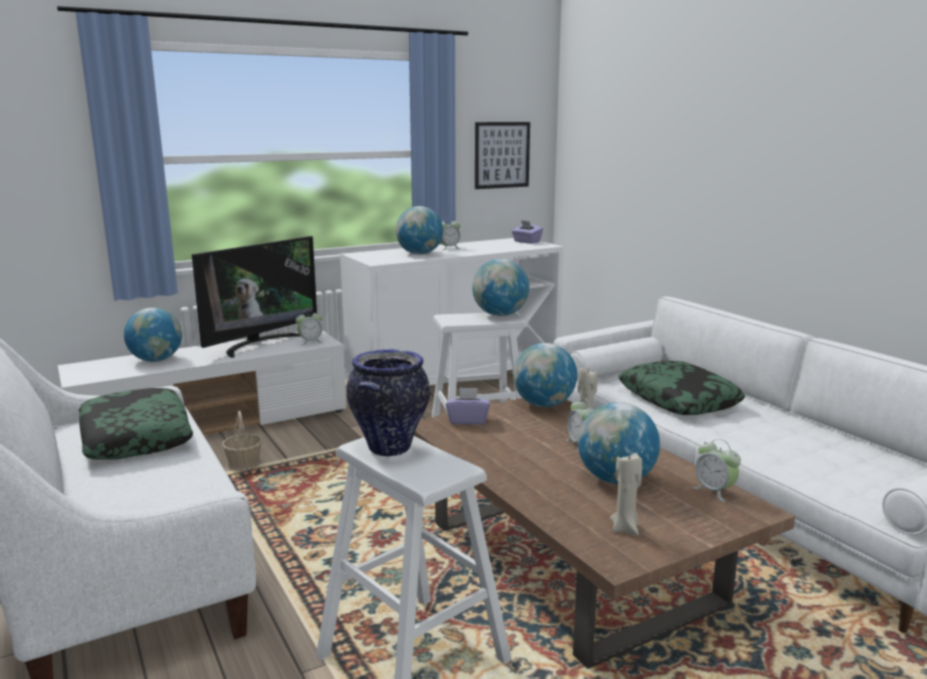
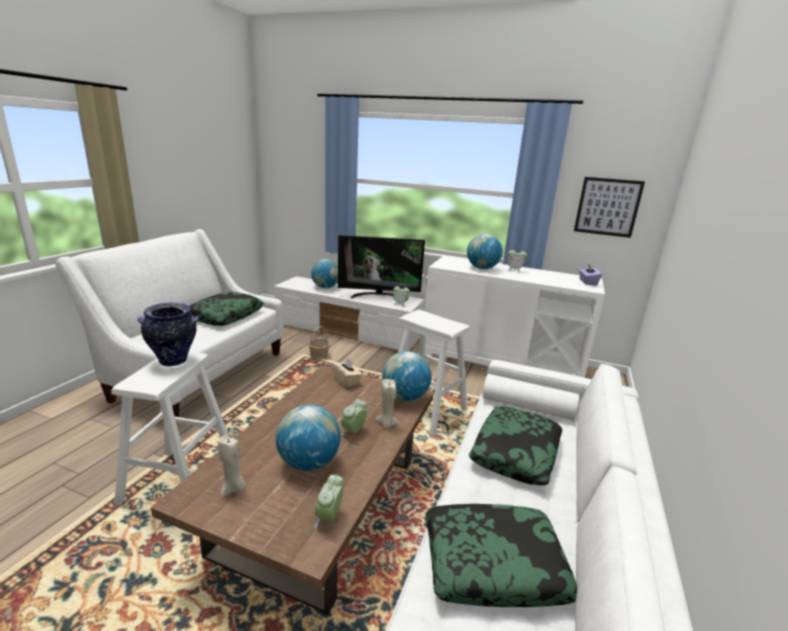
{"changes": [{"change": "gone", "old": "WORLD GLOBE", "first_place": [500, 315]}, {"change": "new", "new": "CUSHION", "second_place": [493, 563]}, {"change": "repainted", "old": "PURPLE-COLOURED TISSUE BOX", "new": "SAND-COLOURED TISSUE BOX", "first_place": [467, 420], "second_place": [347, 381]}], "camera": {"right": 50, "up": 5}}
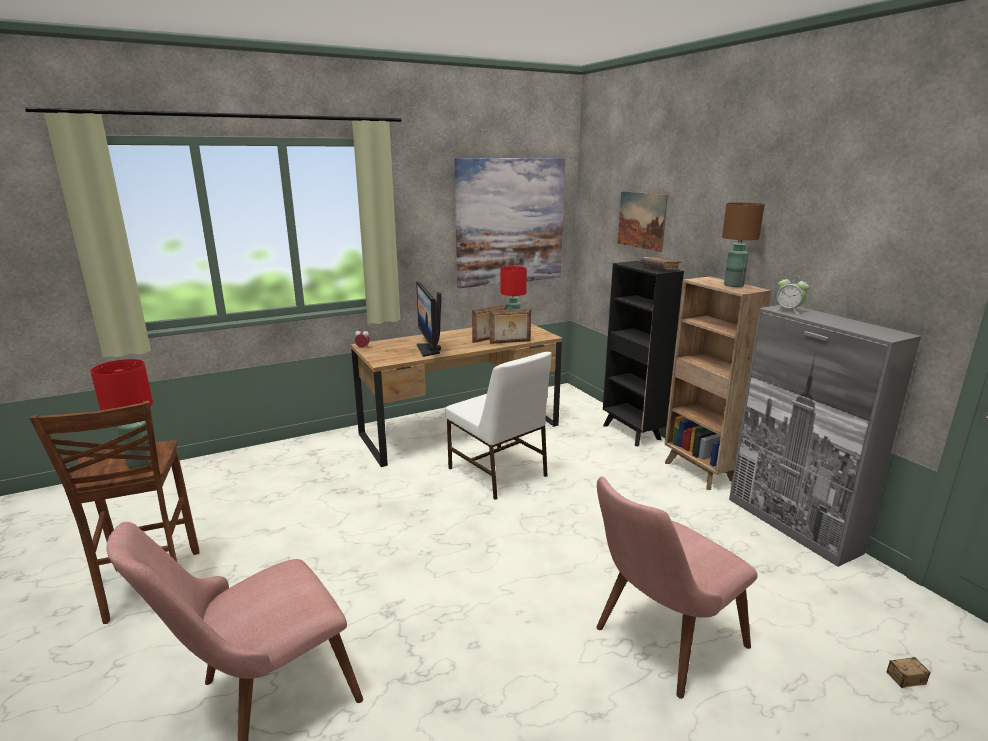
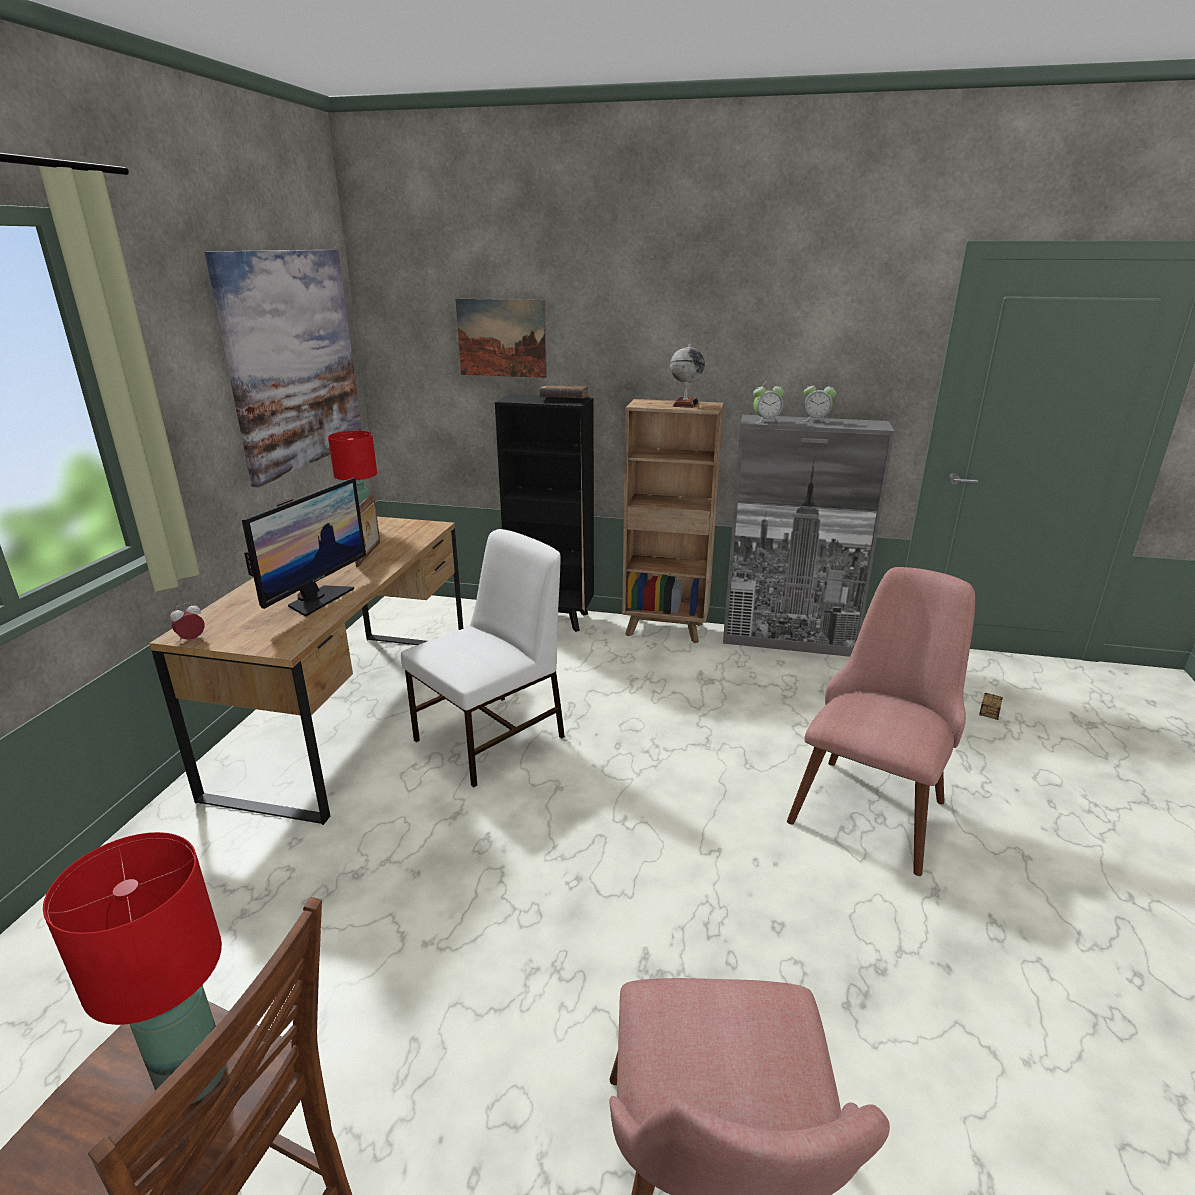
{"changes": [{"change": "gone", "old": "STANDING FRAME", "first_place": [510, 342]}, {"change": "new", "new": "ALARM CLOCK", "second_place": [816, 420]}, {"change": "swapped", "old": "BROWN TABLETOP LAMP", "new": "WORLD GLOBE", "first_place": [734, 285], "second_place": [685, 404]}, {"change": "rotated", "old": "COMPUTER SCREEN", "first_place": [429, 349], "second_place": [316, 599], "degrees": -90}, {"change": "rotated", "old": "WHITISH UPRIGHT CHAIR", "first_place": [498, 473], "second_place": [492, 737], "degrees": -45}, {"change": "rotated", "old": "PINK-COLOURED UPRIGHT CHAIR", "first_place": [658, 645], "second_place": [874, 800], "degrees": -150}], "camera": {"right": -50, "up": 5}}
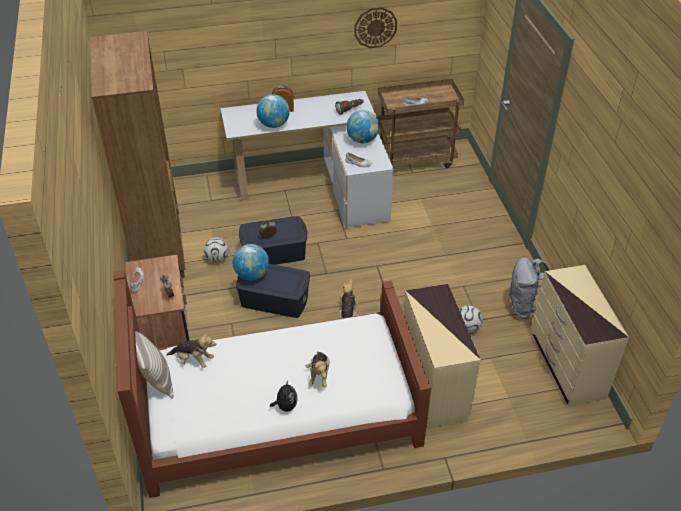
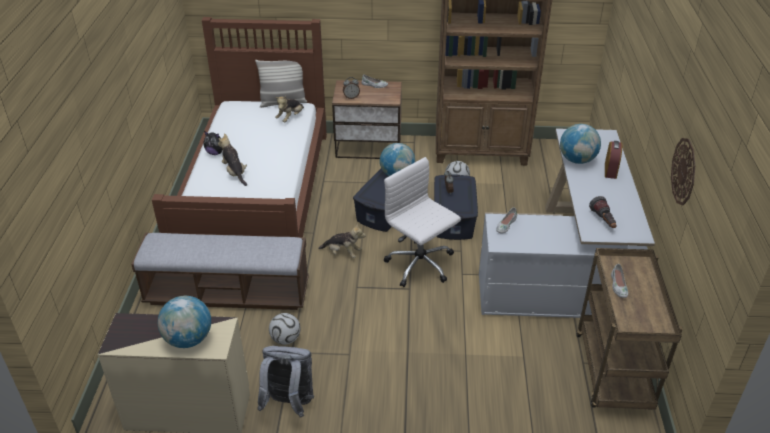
{"changes": [{"change": "new", "new": "WHITISH DESK CHAIR", "second_place": [420, 265]}, {"change": "shifted", "old": "WORLD GLOBE", "first_place": [362, 140], "second_place": [188, 339]}, {"change": "swapped", "old": "SAND-COLOURED DRAWER CHEST", "new": "LONG SEAT", "first_place": [434, 384], "second_place": [227, 293]}, {"change": "rotated", "old": "SOFT TOY", "first_place": [319, 375], "second_place": [235, 173], "degrees": 45}], "camera": {"right": 105, "up": -5}}
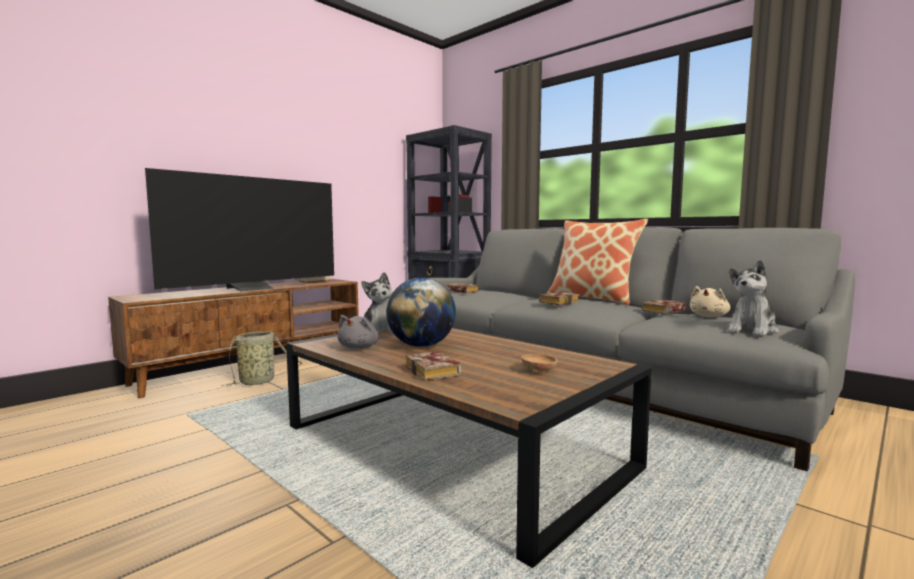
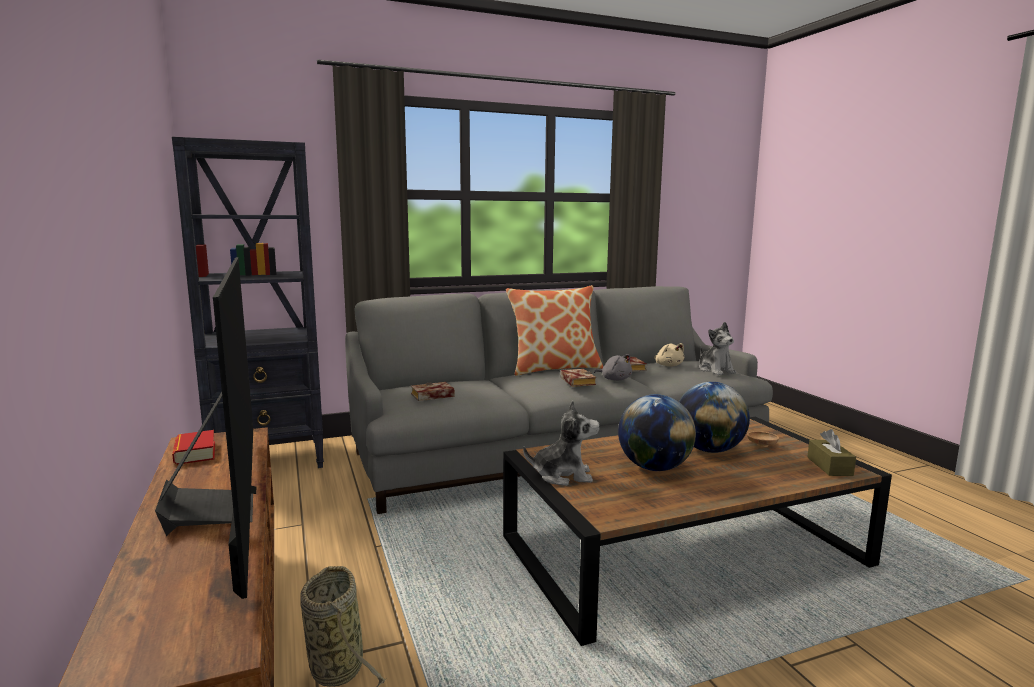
{"changes": [{"change": "gone", "old": "BOOK", "first_place": [435, 372]}, {"change": "new", "new": "WORLD GLOBE", "second_place": [709, 450]}, {"change": "new", "new": "BROWN TISSUE BOX", "second_place": [829, 466]}, {"change": "shifted", "old": "GRAY SOFT TOY", "first_place": [360, 347], "second_place": [615, 379]}], "camera": {"right": -65, "up": 5}}
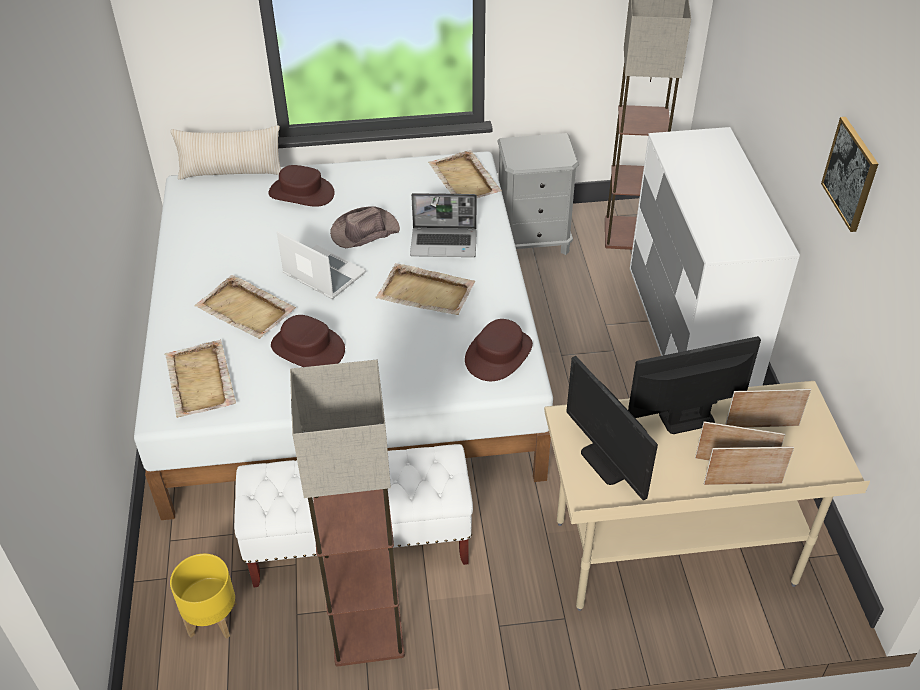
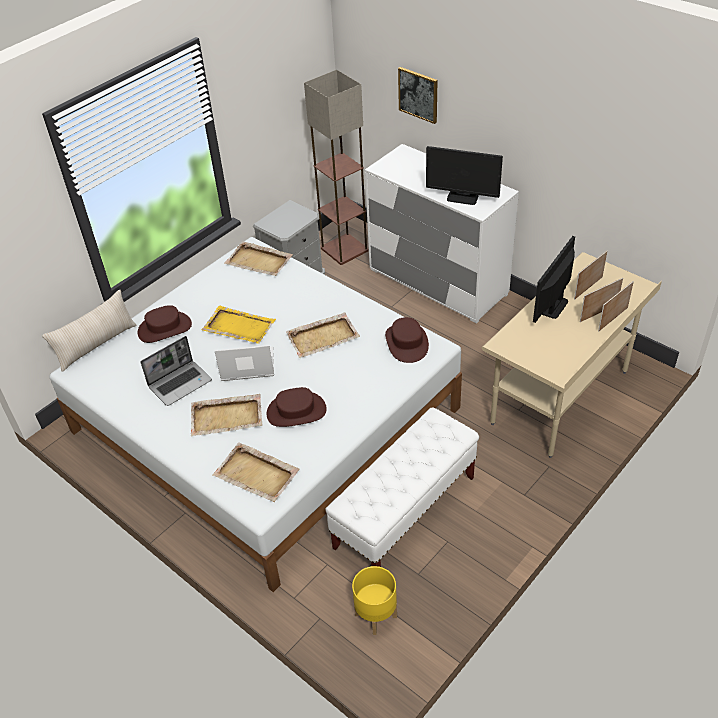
{"changes": [{"change": "gone", "old": "FLOOR LAMP", "first_place": [366, 632]}, {"change": "shifted", "old": "NOTEBOOK COMPUTER", "first_place": [444, 243], "second_place": [180, 383]}, {"change": "shifted", "old": "COMPUTER SCREEN", "first_place": [607, 462], "second_place": [462, 197]}, {"change": "shifted", "old": "WALL PICTURE", "first_place": [851, 174], "second_place": [418, 94]}, {"change": "swapped", "old": "BROWN CLOTHING HAT", "new": "YELLOWISH SERVING TRAY", "first_place": [364, 231], "second_place": [238, 326]}], "camera": {"right": -40, "up": 0}}
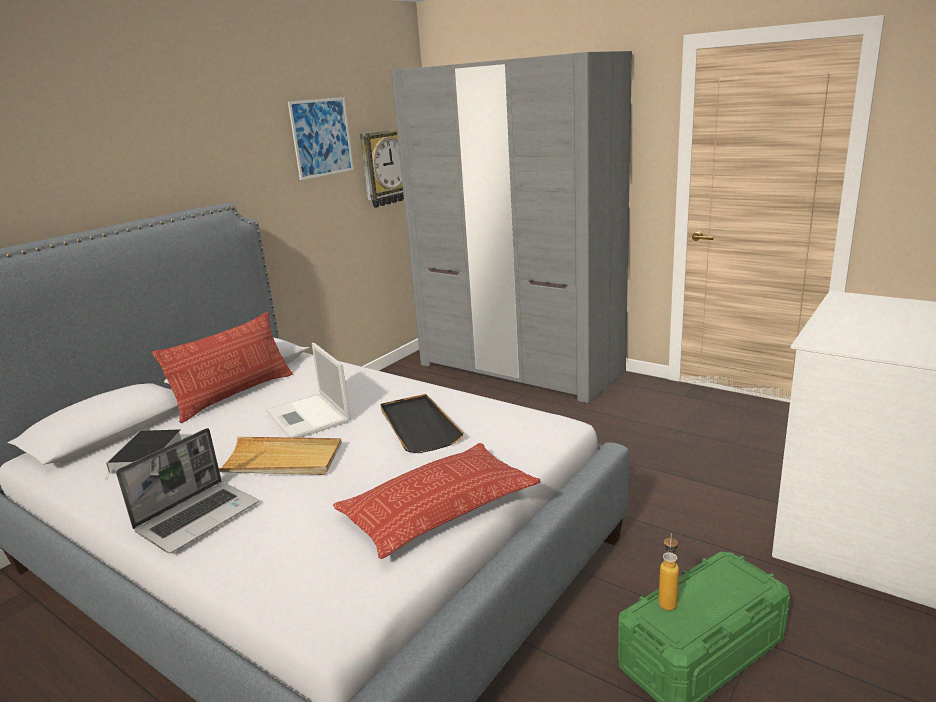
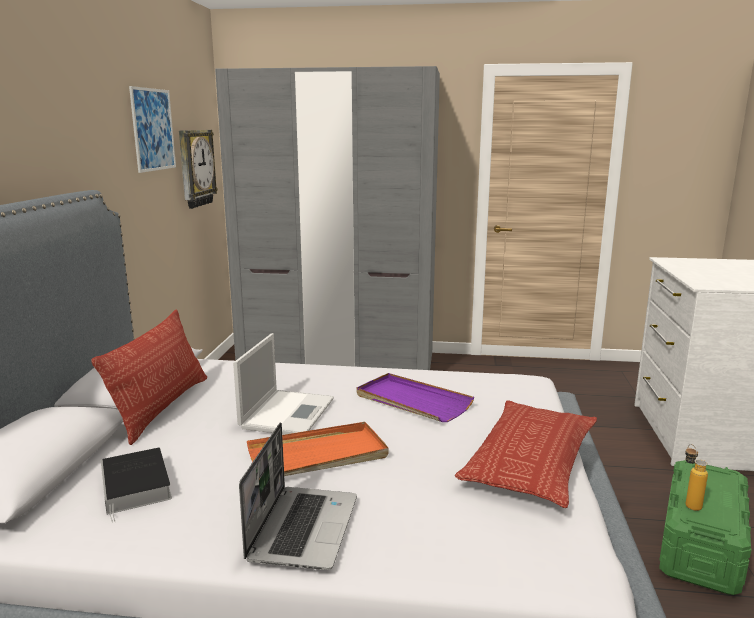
{"changes": [{"change": "repainted", "old": "SAND-COLOURED SERVING TRAY", "new": "ORANGEY SERVING TRAY", "first_place": [281, 461], "second_place": [318, 455]}, {"change": "repainted", "old": "BLACK-COLOURED SERVING TRAY", "new": "PURPLE-COLOURED SERVING TRAY", "first_place": [418, 426], "second_place": [412, 401]}, {"change": "rotated", "old": "NOTEBOOK COMPUTER", "first_place": [309, 417], "second_place": [288, 412], "degrees": -105}], "camera": {"right": -30, "up": -5}}
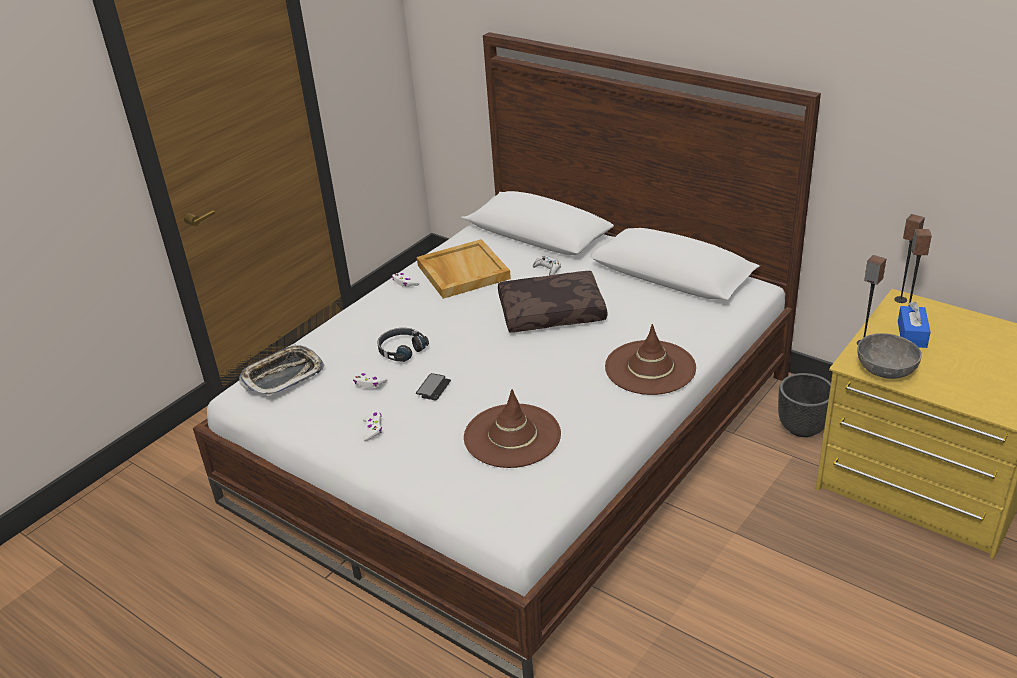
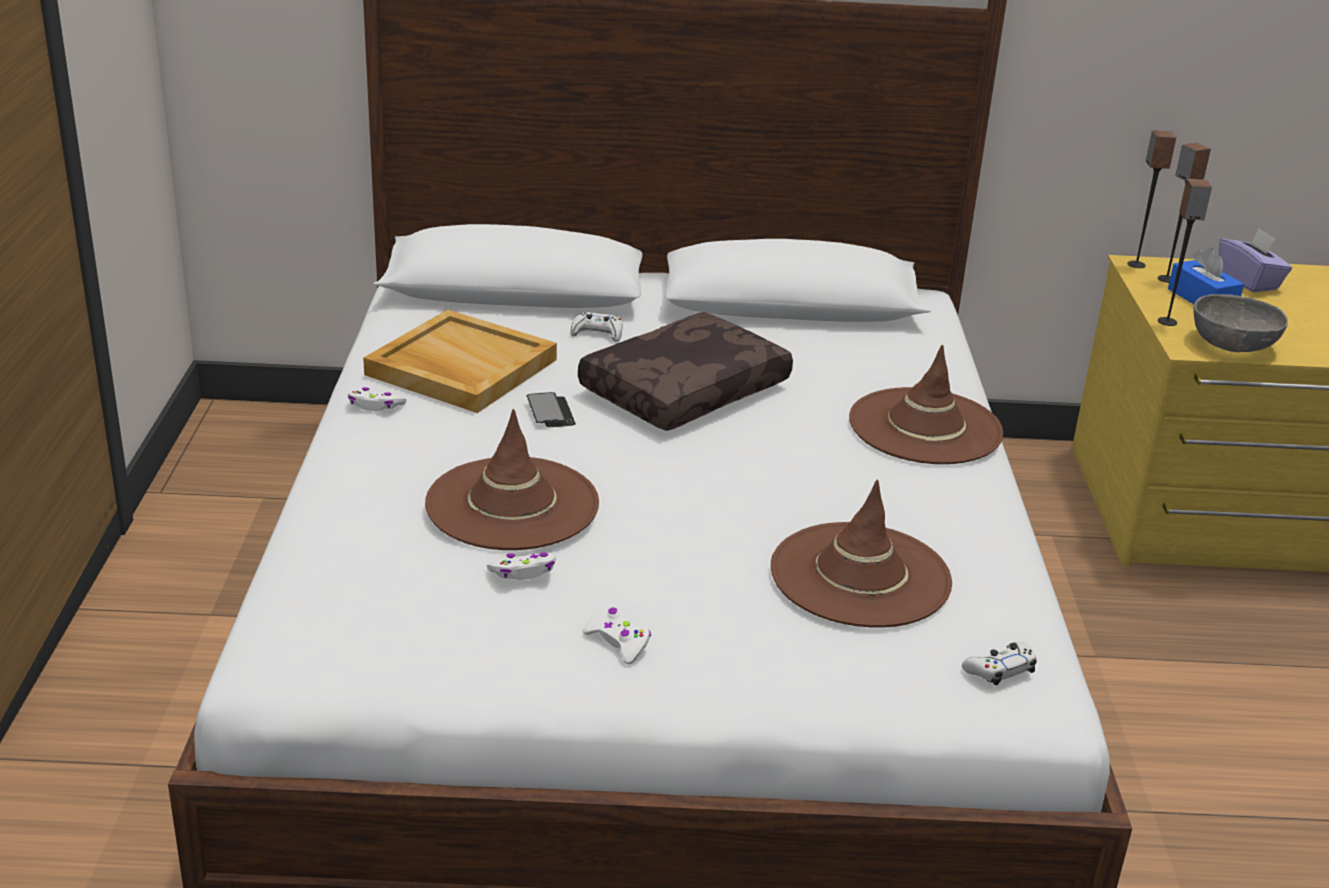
{"changes": [{"change": "gone", "old": "SERVING TRAY", "first_place": [283, 375]}, {"change": "gone", "old": "BLACK-COLOURED PLANT POT", "first_place": [803, 427]}, {"change": "new", "new": "WHITISH GAME CONTROLLER", "second_place": [1000, 670]}, {"change": "new", "new": "PURPLE-COLOURED TISSUE BOX", "second_place": [1249, 281]}, {"change": "shifted", "old": "HANDSET", "first_place": [433, 388], "second_place": [550, 412]}, {"change": "swapped", "old": "BLACK-COLOURED HEADPHONES", "new": "BROWN CLOTHING HAT", "first_place": [401, 350], "second_place": [512, 504]}], "camera": {"right": -40, "up": -5}}
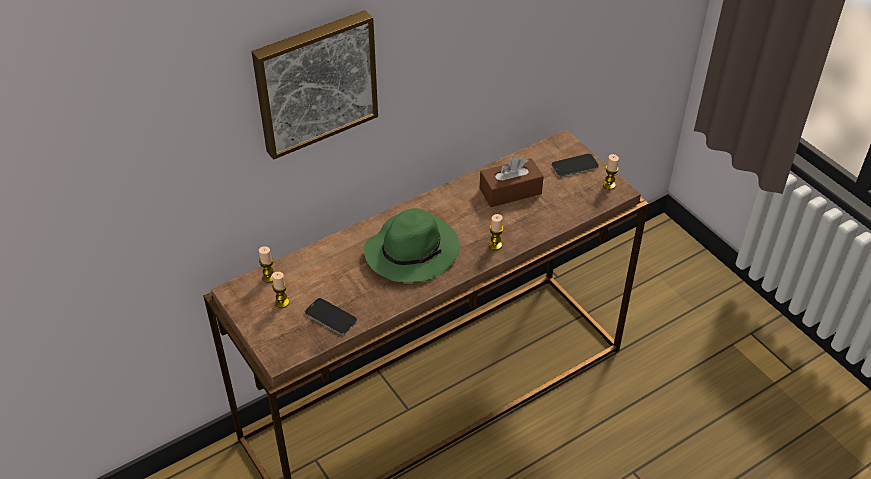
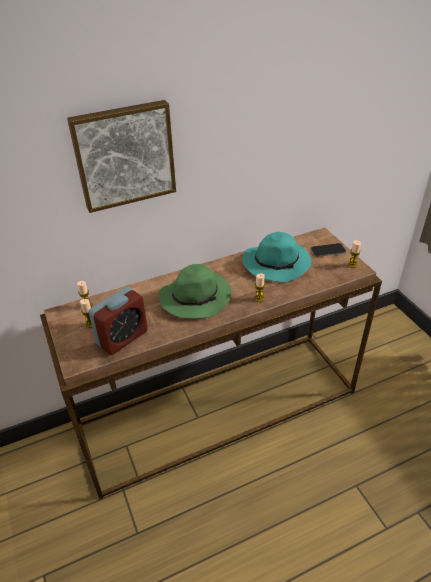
{"changes": [{"change": "swapped", "old": "HANDSET", "new": "ALARM CLOCK", "first_place": [331, 317], "second_place": [122, 338]}, {"change": "swapped", "old": "BROWN TISSUE BOX", "new": "TURQUOISE CLOTHING HAT", "first_place": [510, 191], "second_place": [277, 263]}], "camera": {"right": 10, "up": -5}}
